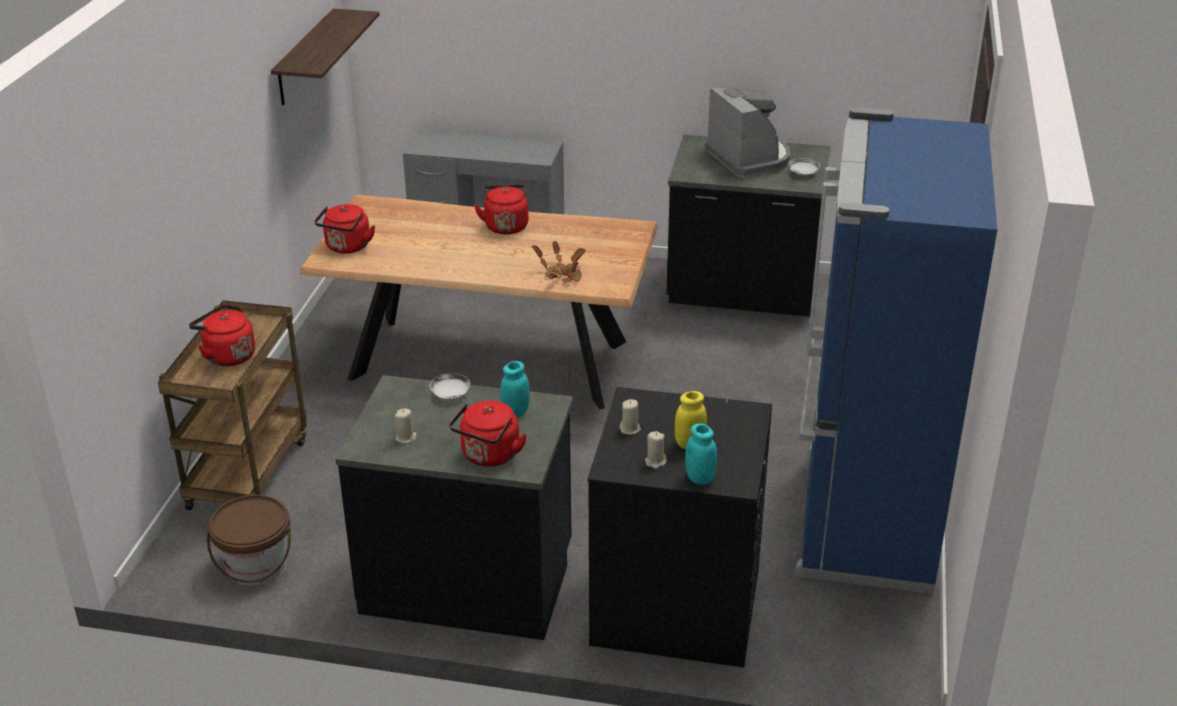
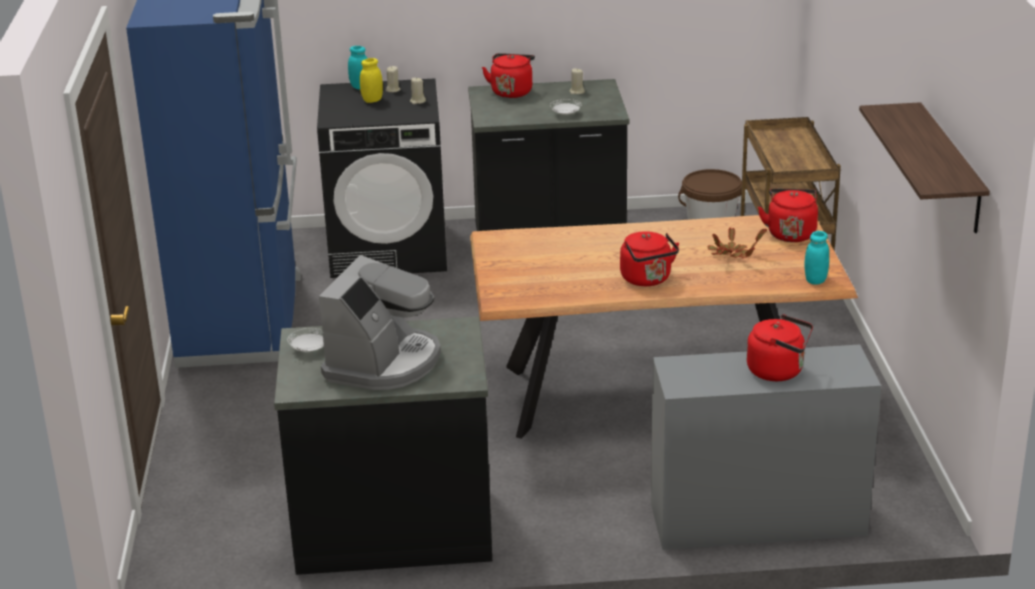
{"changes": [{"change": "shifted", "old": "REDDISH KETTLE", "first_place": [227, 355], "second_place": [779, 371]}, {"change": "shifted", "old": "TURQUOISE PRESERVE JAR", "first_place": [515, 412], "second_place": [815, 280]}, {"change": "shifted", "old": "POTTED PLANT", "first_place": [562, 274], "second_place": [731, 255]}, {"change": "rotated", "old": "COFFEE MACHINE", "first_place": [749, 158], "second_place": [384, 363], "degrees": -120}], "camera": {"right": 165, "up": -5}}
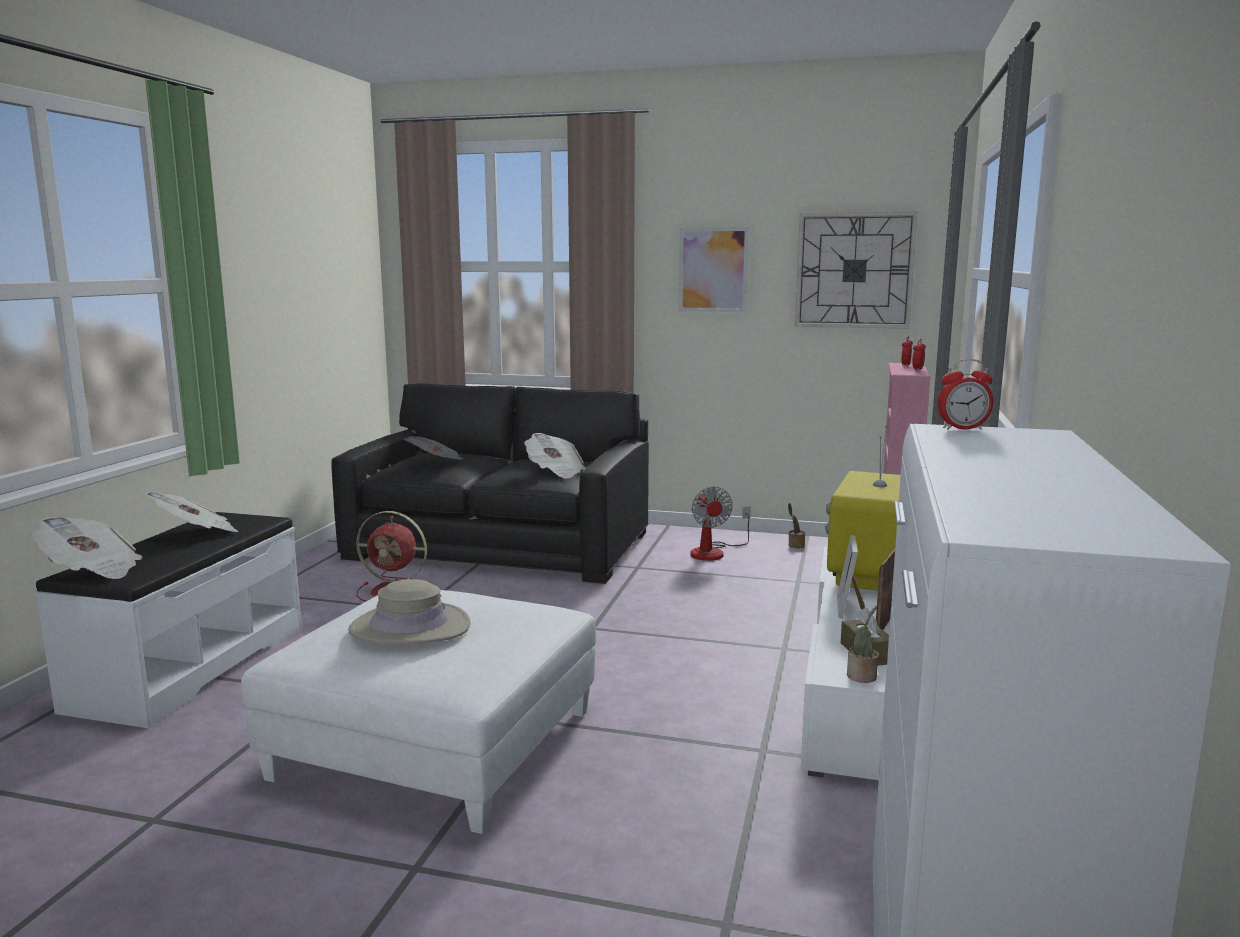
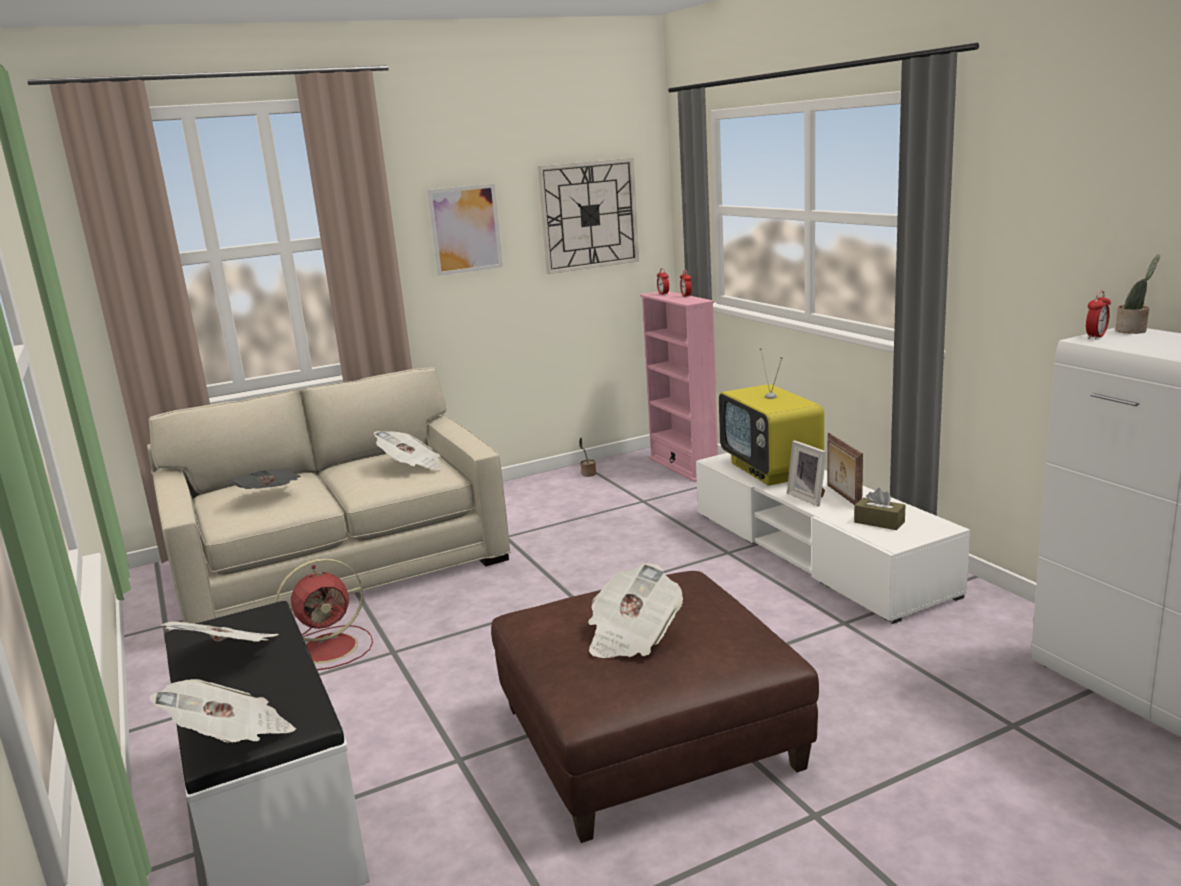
{"changes": [{"change": "gone", "old": "ELECTRIC FAN", "first_place": [714, 552]}, {"change": "shifted", "old": "POTTED PLANT", "first_place": [862, 677], "second_place": [1133, 331]}, {"change": "swapped", "old": "SAND-COLOURED CLOTHING HAT", "new": "PRINTED PAPER", "first_place": [410, 627], "second_place": [632, 636]}, {"change": "repainted", "old": "WHITISH POUFFE", "new": "BROWN POUFFE", "first_place": [435, 743], "second_place": [646, 737]}, {"change": "repainted", "old": "BLACK-COLOURED SOFA", "new": "SAND-COLOURED SOFA", "first_place": [502, 545], "second_place": [341, 564]}], "camera": {"right": -40, "up": 5}}
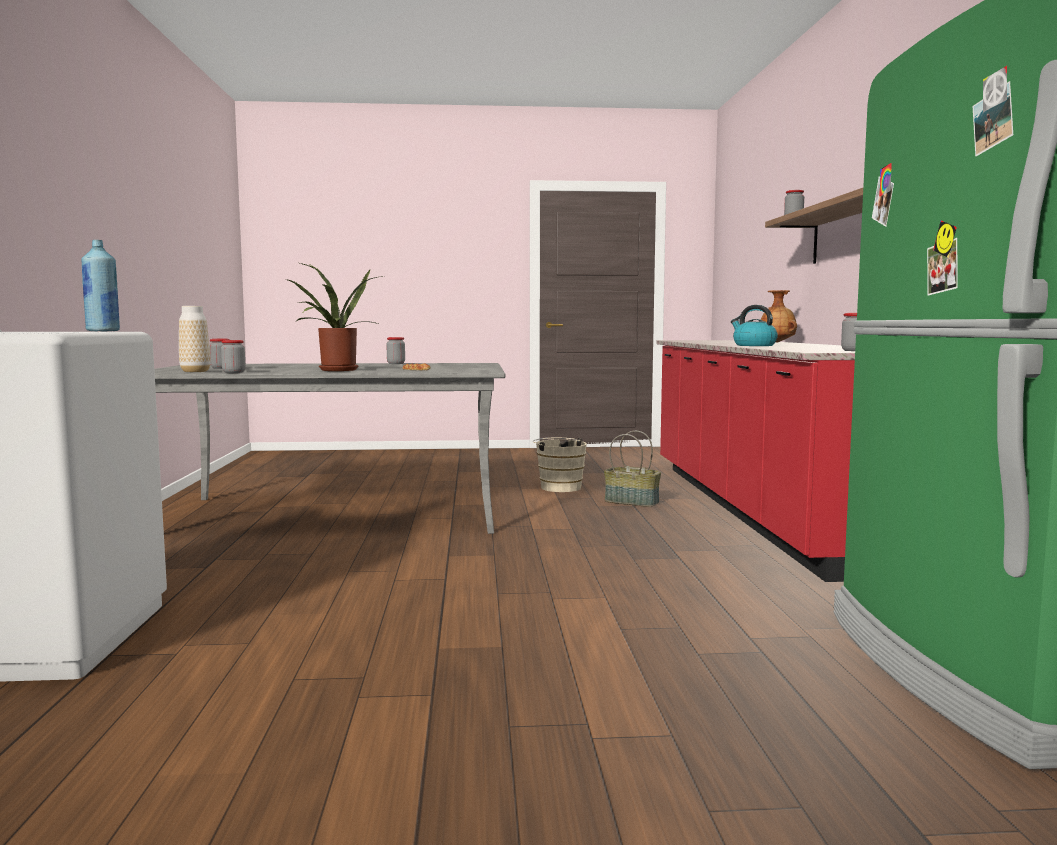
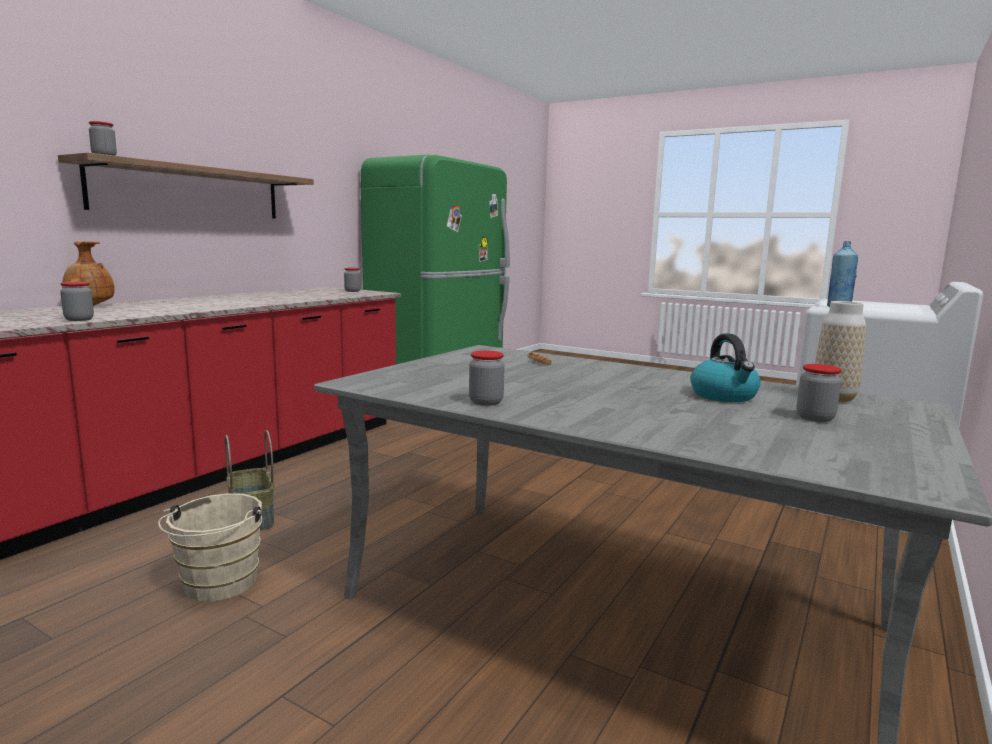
{"changes": [{"change": "gone", "old": "POTTED PLANT", "first_place": [336, 370]}, {"change": "shifted", "old": "PRESERVE JAR", "first_place": [233, 372], "second_place": [79, 319]}, {"change": "shifted", "old": "KETTLE", "first_place": [753, 345], "second_place": [724, 396]}], "camera": {"right": -145, "up": 5}}
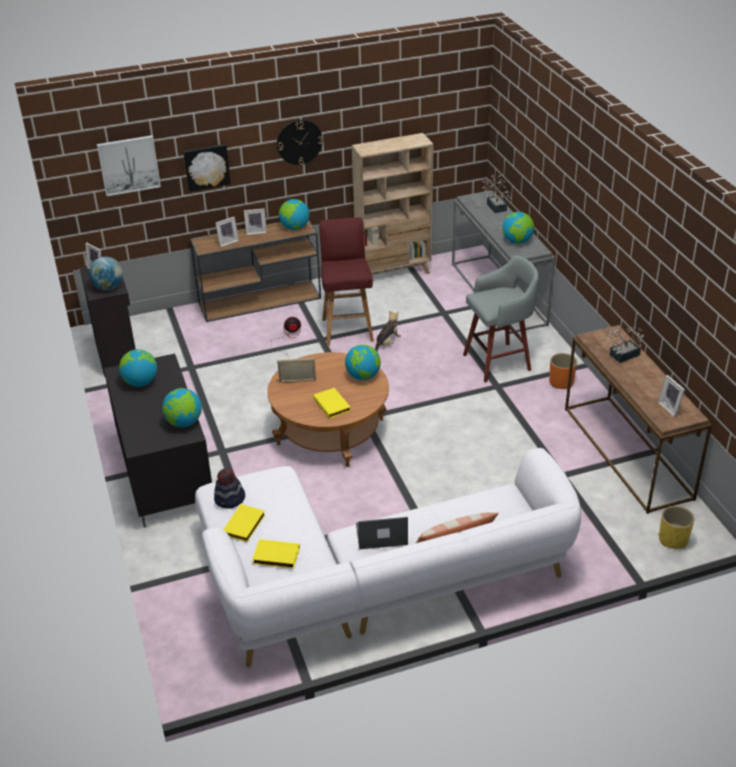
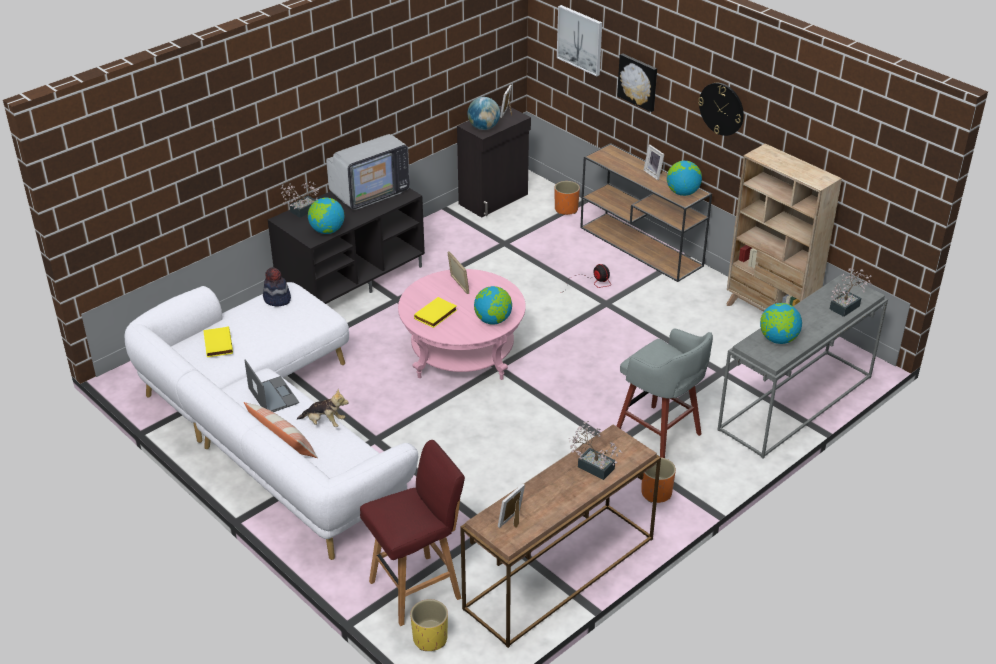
{"changes": [{"change": "gone", "old": "STANDING FRAME", "first_place": [227, 242]}, {"change": "gone", "old": "YELLOWISH BOOK", "first_place": [245, 525]}, {"change": "new", "new": "POTTED PLANT", "second_place": [301, 211]}, {"change": "new", "new": "ORANGEY PLANT POT", "second_place": [566, 209]}, {"change": "shifted", "old": "REDDISH STOOL", "first_place": [347, 329], "second_place": [417, 589]}, {"change": "shifted", "old": "SOFT TOY", "first_place": [387, 343], "second_place": [324, 422]}, {"change": "swapped", "old": "WORLD GLOBE", "new": "TV SET", "first_place": [140, 382], "second_place": [369, 193]}, {"change": "repainted", "old": "BROWN LOW TABLE", "new": "PINK-COLOURED LOW TABLE", "first_place": [330, 432], "second_place": [462, 352]}], "camera": {"right": 65, "up": 0}}
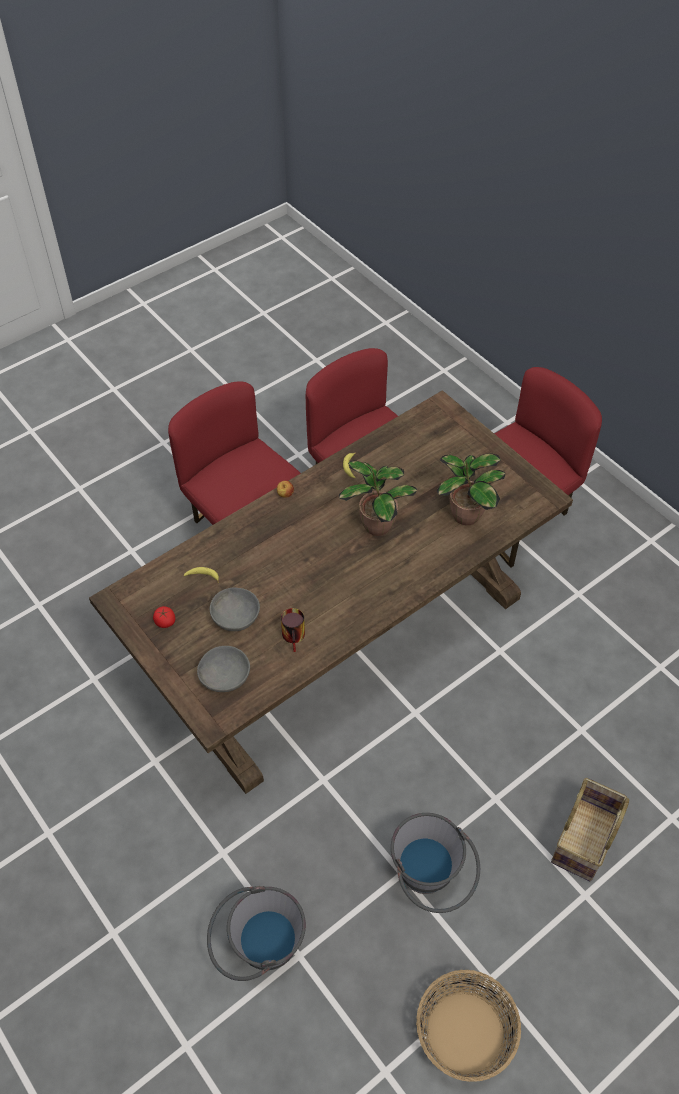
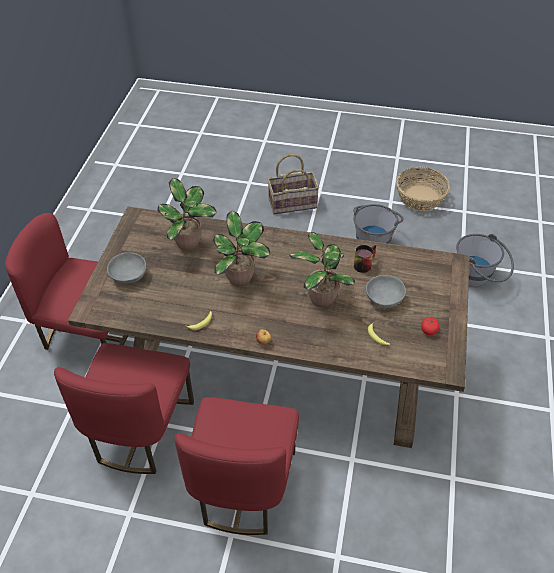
{"changes": [{"change": "new", "new": "POTTED PLANT", "second_place": [321, 298]}, {"change": "shifted", "old": "GRAY BOWL", "first_place": [225, 676], "second_place": [128, 276]}], "camera": {"right": -130, "up": -5}}
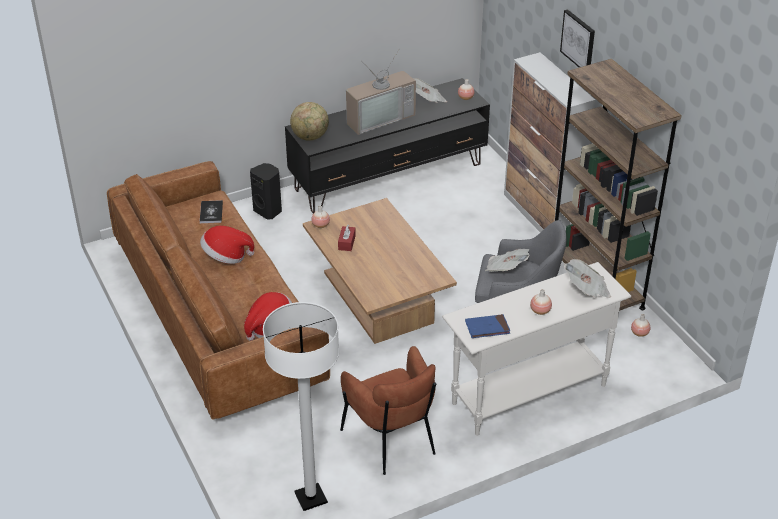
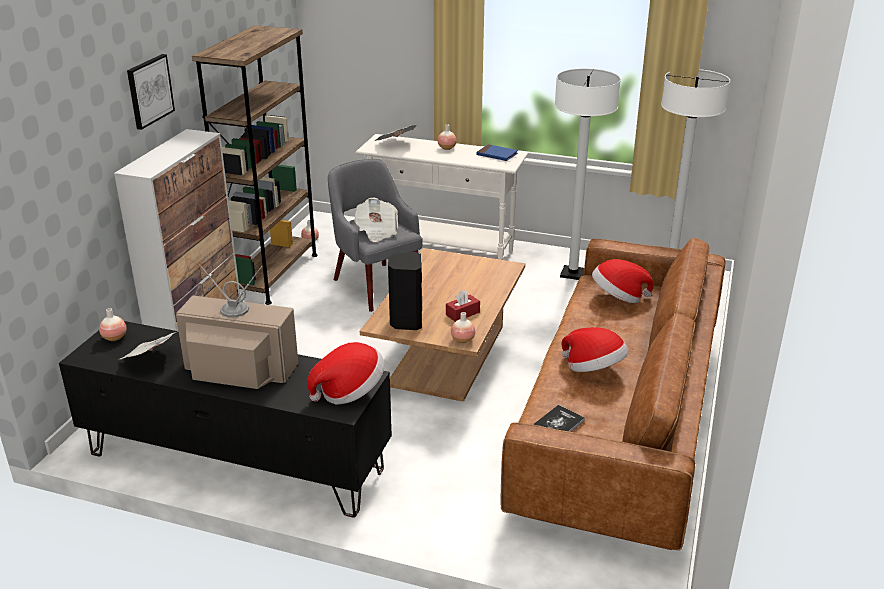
{"changes": [{"change": "shifted", "old": "BLACK-COLOURED LOUDSPEAKER", "first_place": [268, 211], "second_place": [406, 322]}, {"change": "swapped", "old": "WORLD GLOBE", "new": "CLOTHING HAT", "first_place": [310, 137], "second_place": [350, 391]}, {"change": "swapped", "old": "BROWN LOUNGE CHAIR", "new": "WHITISH FLOOR LAMP", "first_place": [392, 439], "second_place": [572, 274]}], "camera": {"right": -135, "up": -10}}
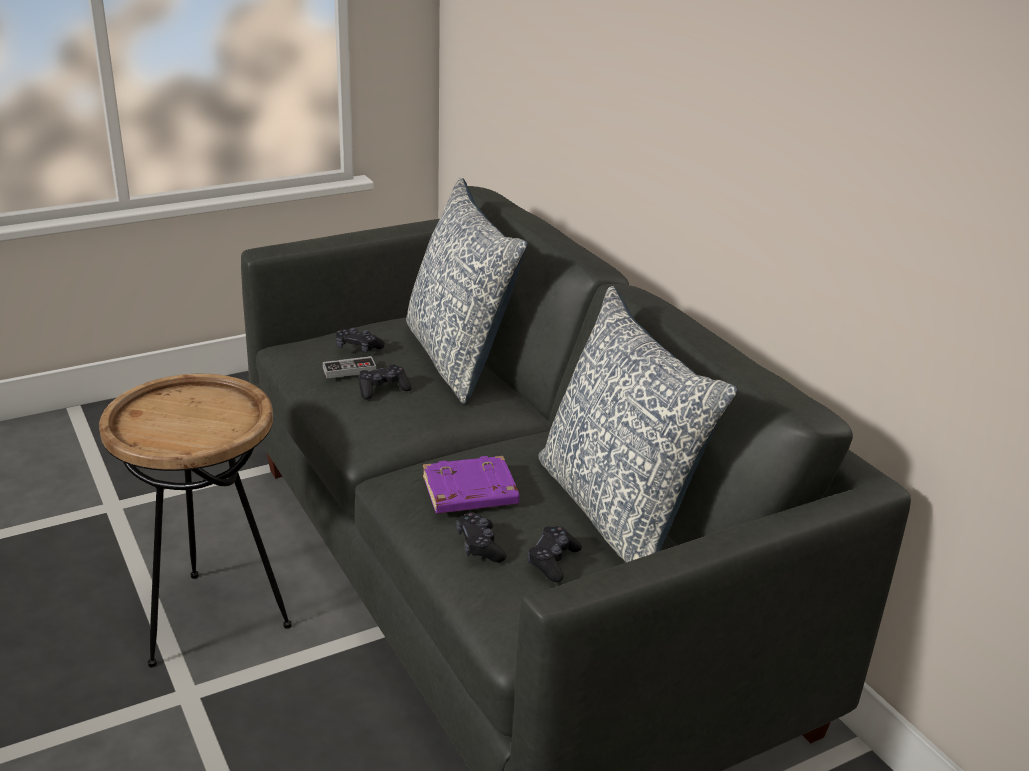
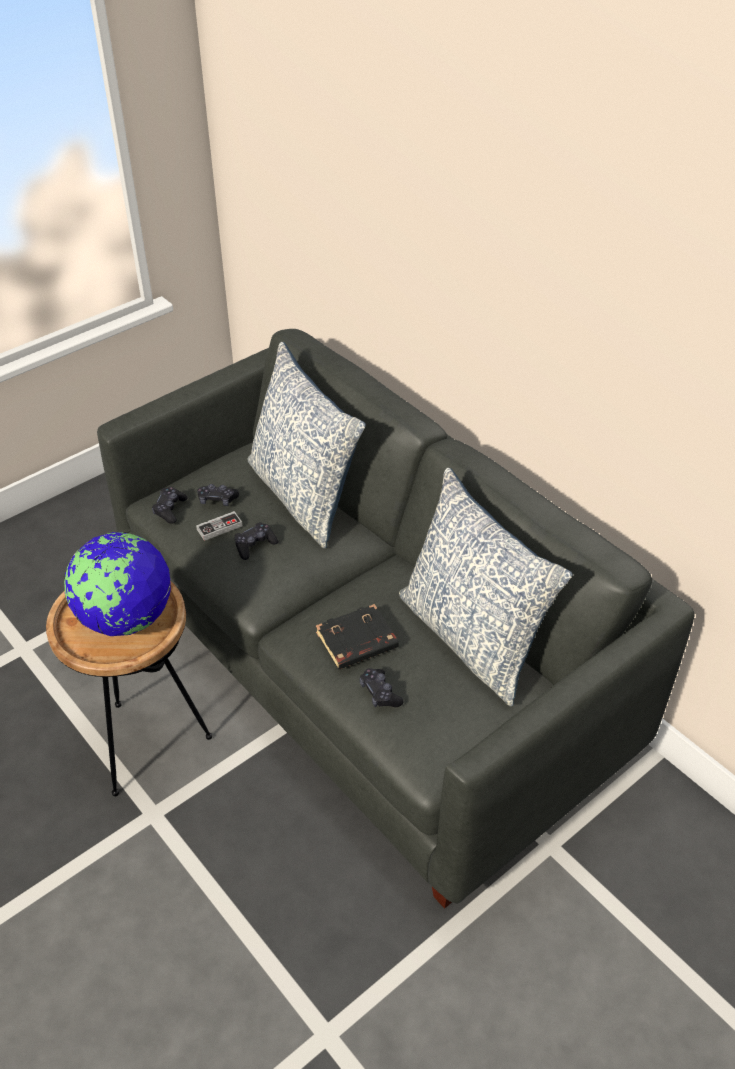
{"changes": [{"change": "new", "new": "WORLD GLOBE", "second_place": [125, 619]}, {"change": "shifted", "old": "BLACK-COLOURED GAME CONTROLLER", "first_place": [553, 561], "second_place": [170, 509]}, {"change": "repainted", "old": "PURPLE-COLOURED BOOK", "new": "BLACK-COLOURED BOOK", "first_place": [469, 493], "second_place": [356, 642]}], "camera": {"right": -10, "up": 15}}
